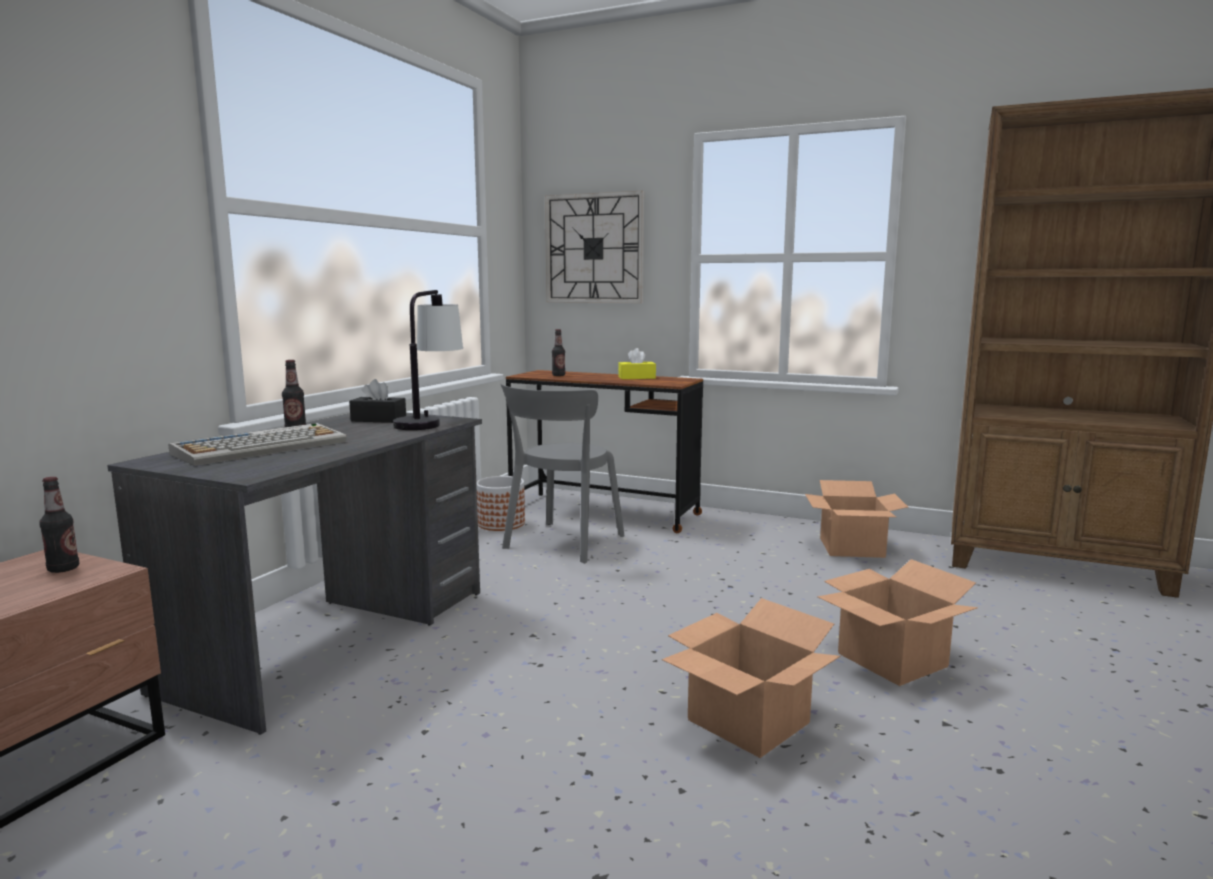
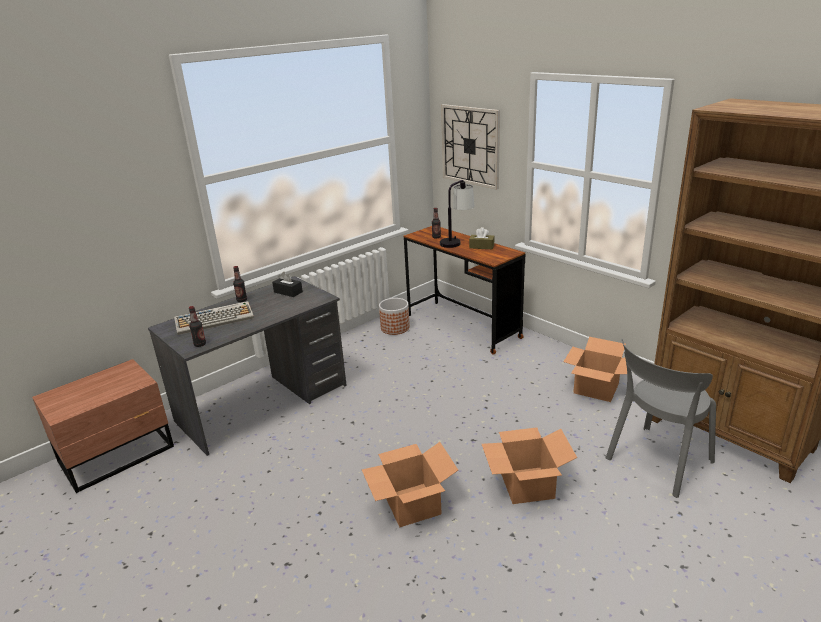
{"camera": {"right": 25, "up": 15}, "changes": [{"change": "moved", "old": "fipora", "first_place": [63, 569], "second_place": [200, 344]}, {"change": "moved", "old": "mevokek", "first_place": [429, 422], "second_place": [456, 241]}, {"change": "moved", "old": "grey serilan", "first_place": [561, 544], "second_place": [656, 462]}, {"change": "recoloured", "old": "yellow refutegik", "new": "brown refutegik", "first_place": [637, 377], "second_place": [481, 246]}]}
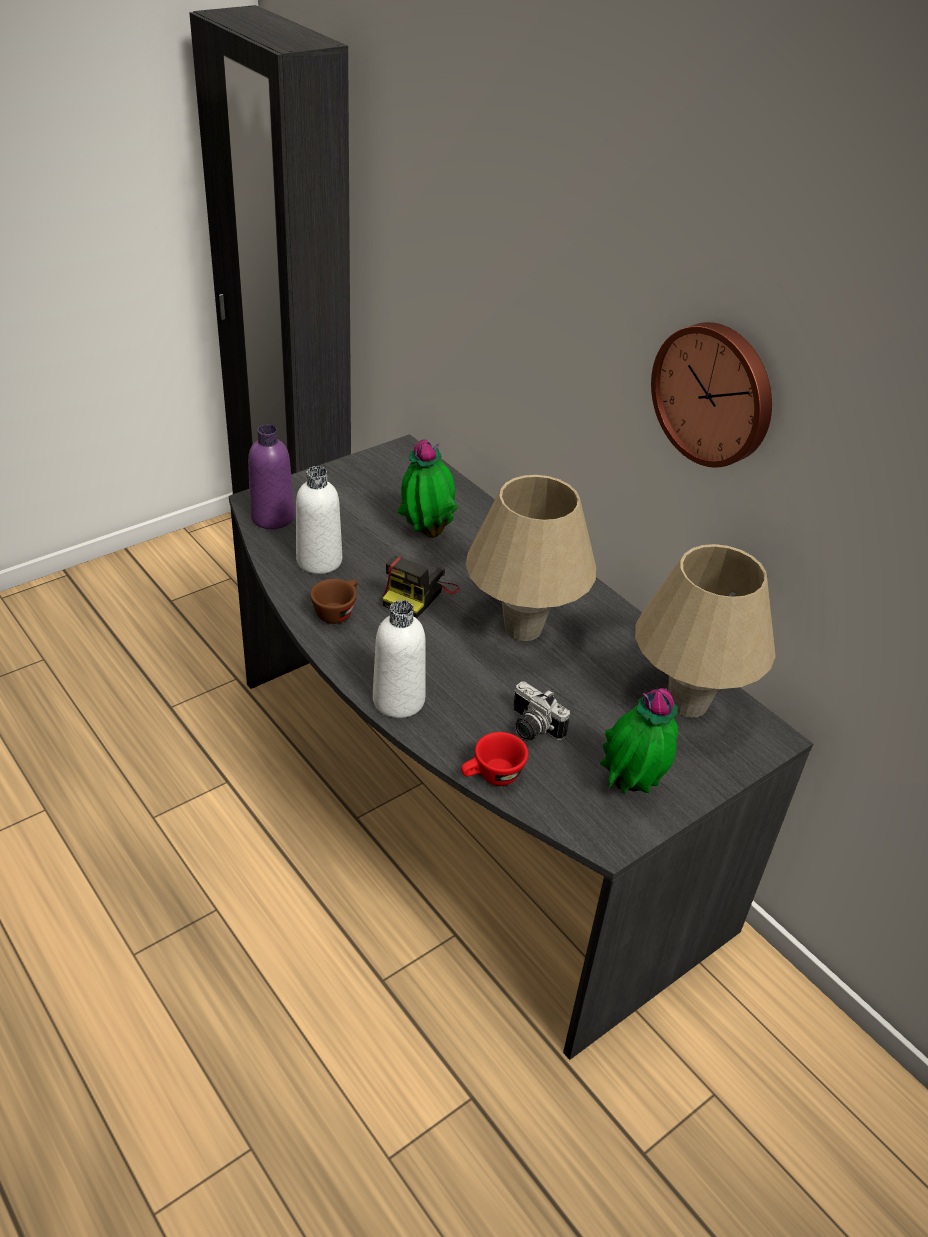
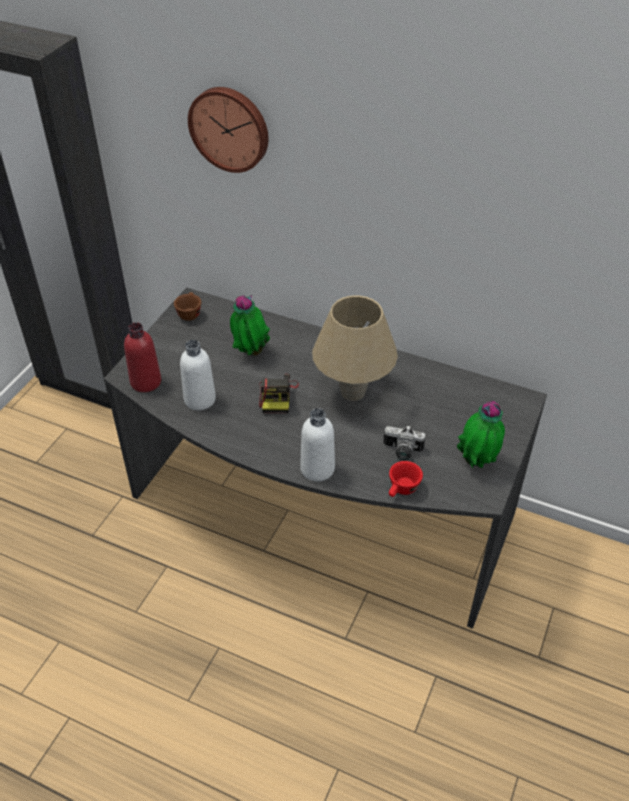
{"camera": {"right": -25, "up": 5}, "changes": [{"change": "removed", "old": "beige mevokek", "first_place": [688, 703]}, {"change": "moved", "old": "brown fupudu", "first_place": [337, 611], "second_place": [189, 313]}, {"change": "moved", "old": "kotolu", "first_place": [715, 393], "second_place": [230, 128]}, {"change": "recoloured", "old": "purple fipora", "new": "red fipora", "first_place": [272, 517], "second_place": [146, 382]}]}
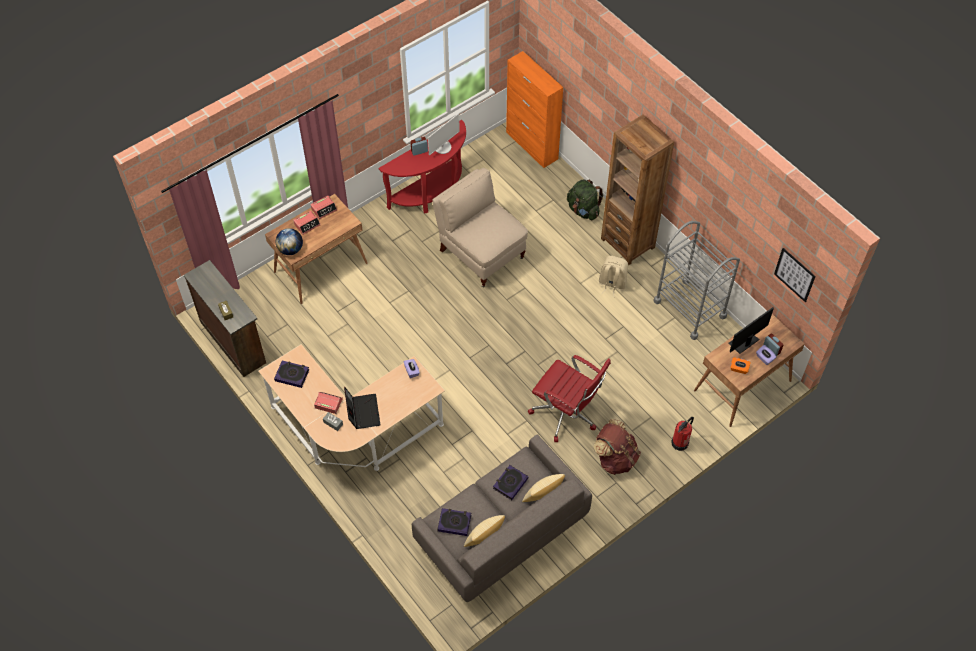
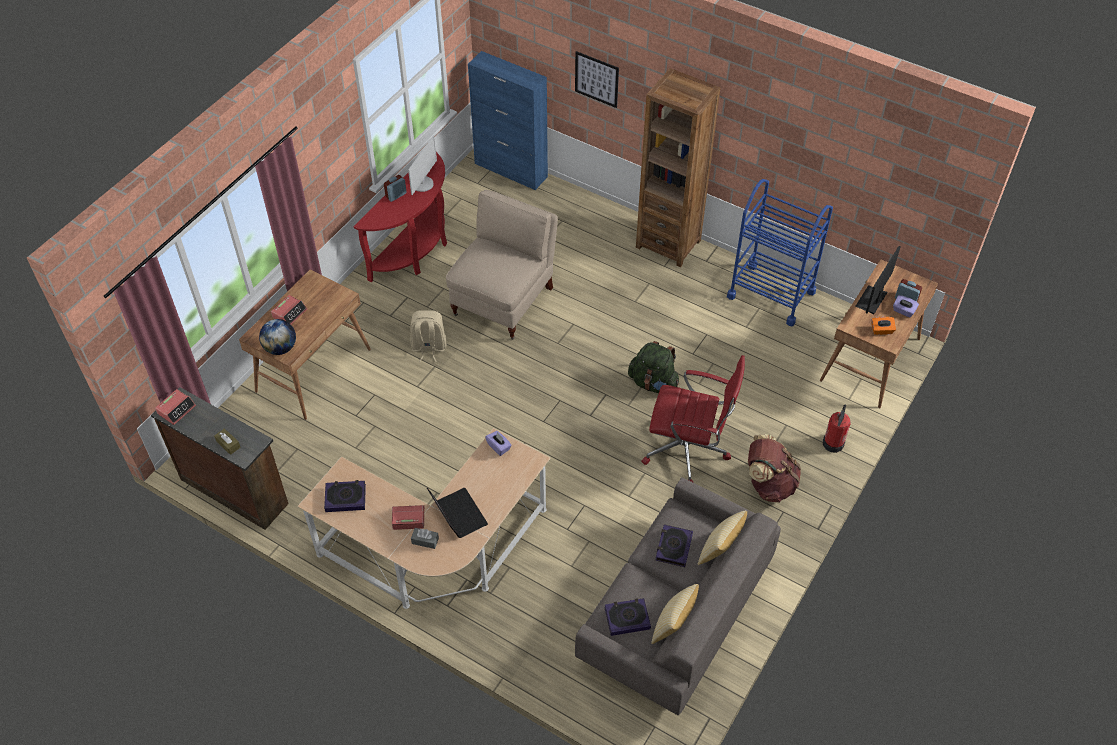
{"camera": {"right": -20, "up": -5}, "changes": [{"change": "moved", "old": "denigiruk", "first_place": [324, 209], "second_place": [176, 409]}, {"change": "moved", "old": "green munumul", "first_place": [583, 210], "second_place": [653, 383]}, {"change": "moved", "old": "beige munumul", "first_place": [611, 284], "second_place": [428, 347]}, {"change": "moved", "old": "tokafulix", "first_place": [794, 274], "second_place": [596, 79]}, {"change": "recoloured", "old": "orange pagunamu", "new": "blue pagunamu", "first_place": [532, 146], "second_place": [511, 170]}, {"change": "recoloured", "old": "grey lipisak", "new": "blue lipisak", "first_place": [689, 308], "second_place": [771, 294]}, {"change": "turned", "old": "beige serilan", "first_place": [481, 253], "second_place": [504, 300], "degrees": 90}]}
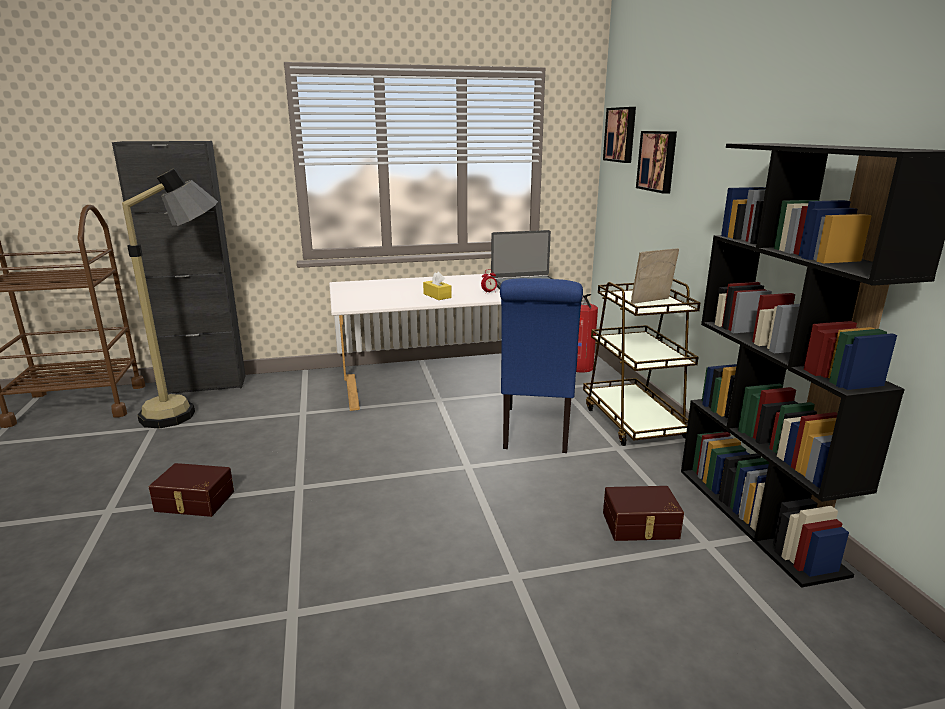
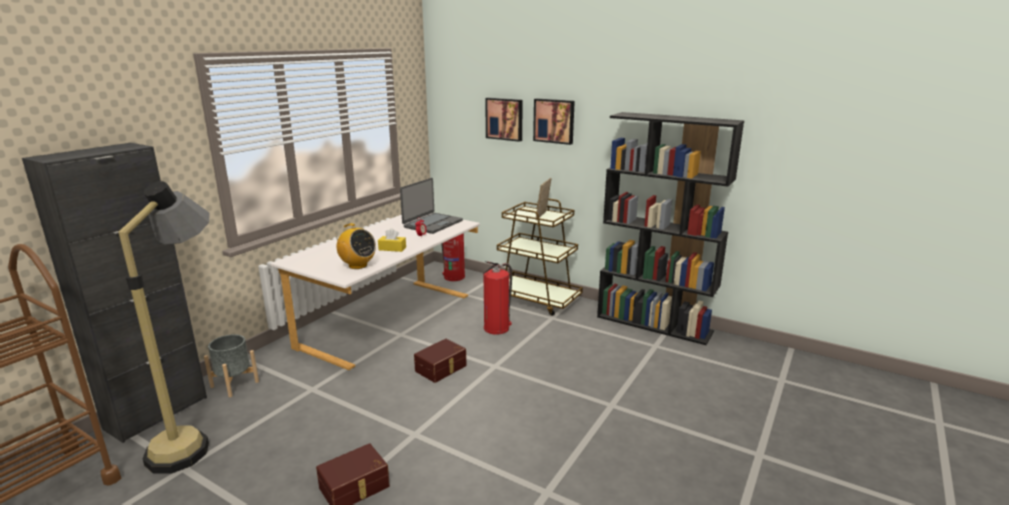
{"camera": {"right": -45, "up": 0}, "changes": [{"change": "added", "new": "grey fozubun", "second_place": [235, 384]}, {"change": "added", "new": "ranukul", "second_place": [357, 265]}, {"change": "moved", "old": "tokafulix", "first_place": [621, 134], "second_place": [554, 121]}, {"change": "moved", "old": "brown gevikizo", "first_place": [641, 526], "second_place": [441, 368]}, {"change": "replaced", "old": "blue serilan", "new": "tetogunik", "first_place": [536, 432], "second_place": [497, 328]}]}
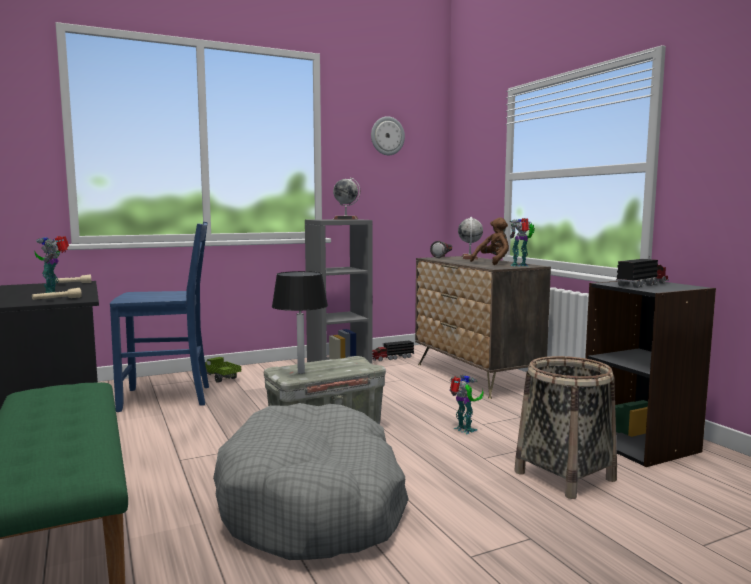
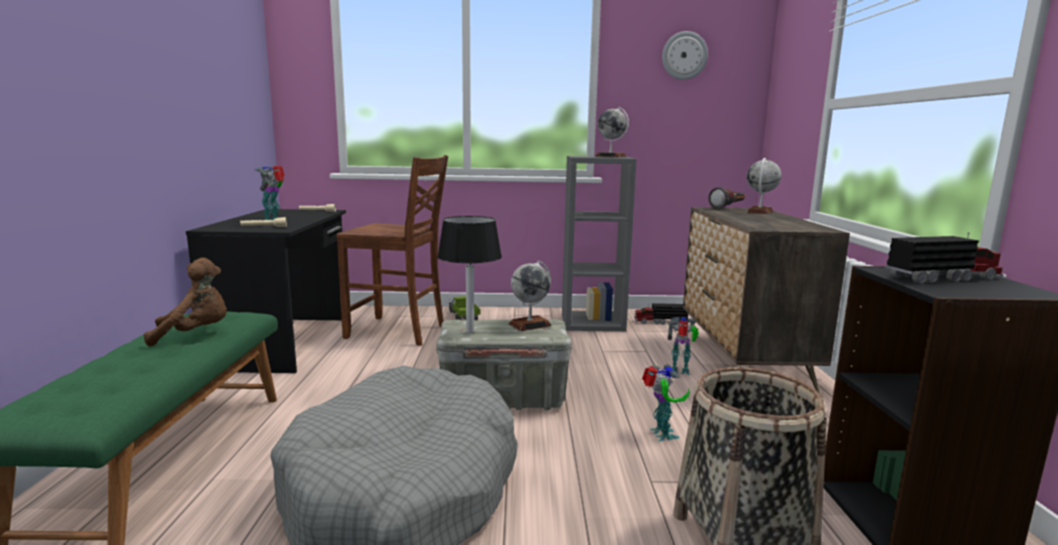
{"camera": {"right": 25, "up": 5}, "changes": [{"change": "added", "new": "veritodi", "second_place": [530, 325]}, {"change": "moved", "old": "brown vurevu", "first_place": [493, 262], "second_place": [195, 334]}, {"change": "moved", "old": "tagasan", "first_place": [520, 265], "second_place": [680, 371]}, {"change": "recoloured", "old": "blue serilan", "new": "brown serilan", "first_place": [168, 398], "second_place": [398, 332]}]}
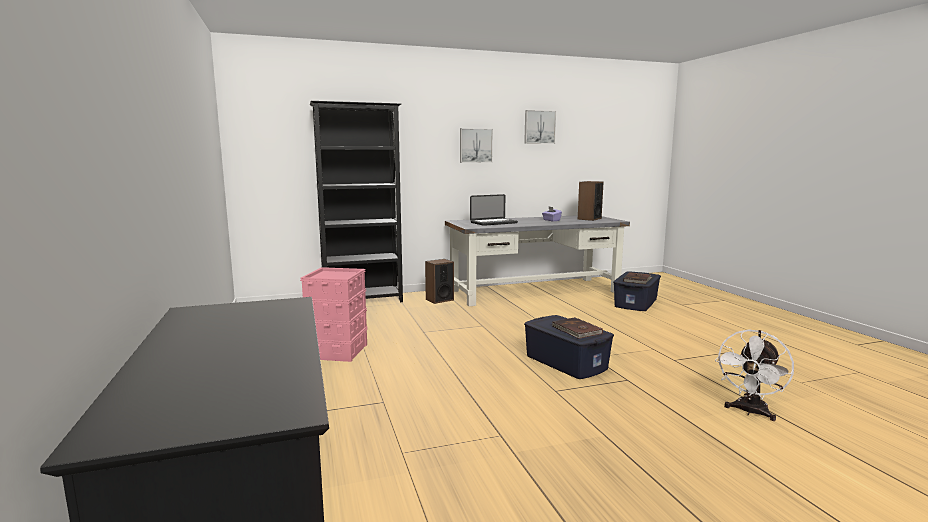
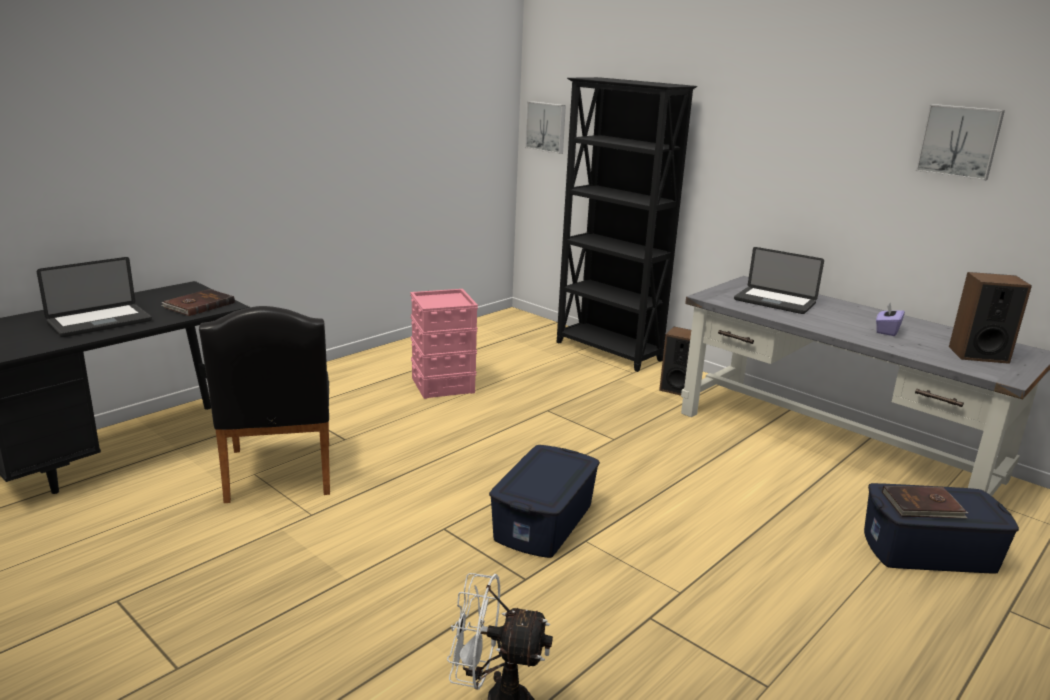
{"camera": {"right": 60, "up": 10}, "changes": [{"change": "added", "new": "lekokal", "second_place": [100, 322]}, {"change": "added", "new": "black serilan", "second_place": [279, 476]}, {"change": "moved", "old": "tokafulix", "first_place": [475, 145], "second_place": [546, 127]}, {"change": "moved", "old": "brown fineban", "first_place": [576, 330], "second_place": [198, 305]}]}
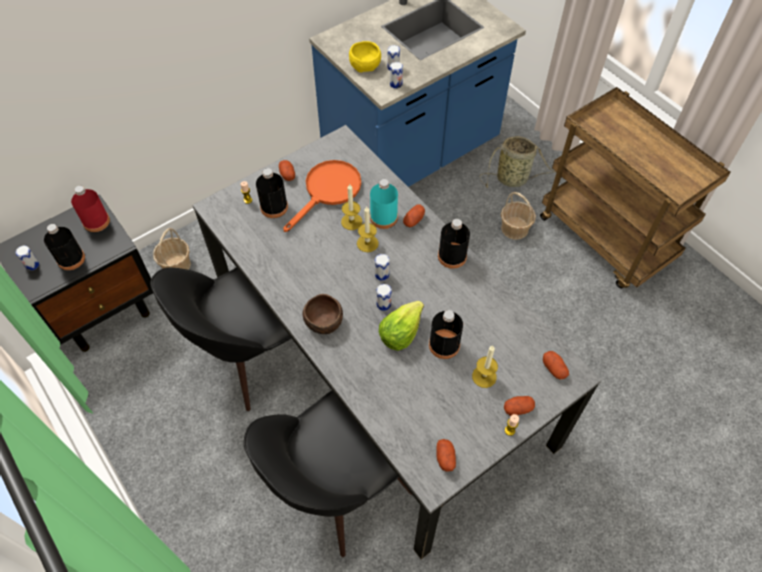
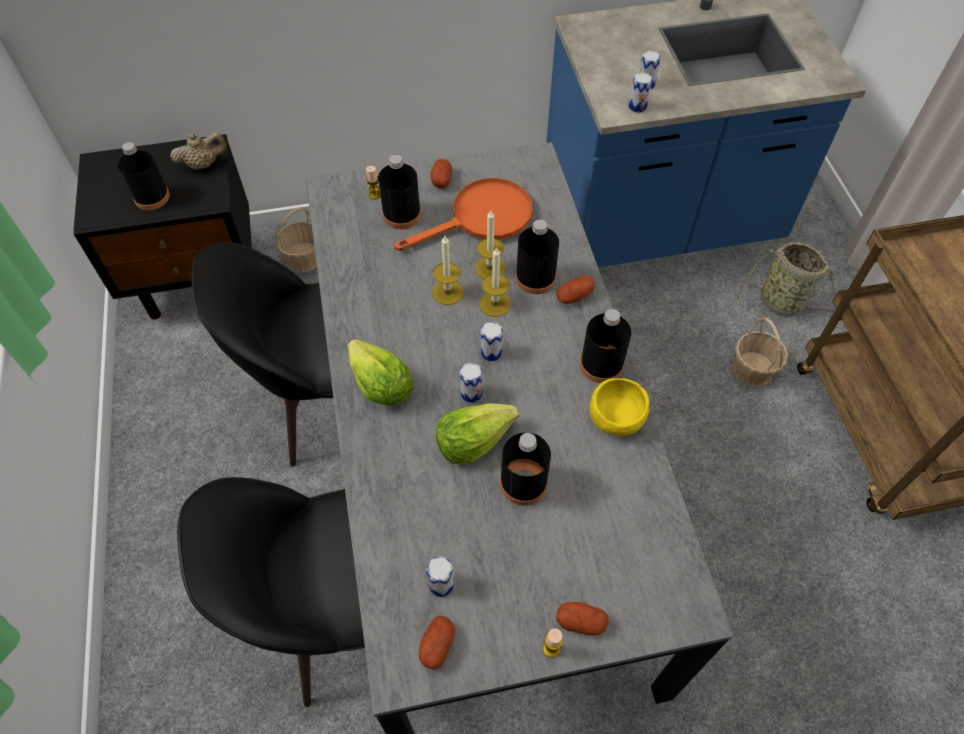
{"camera": {"right": 25, "up": 0}, "changes": [{"change": "removed", "old": "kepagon", "first_place": [554, 368]}, {"change": "moved", "old": "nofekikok", "first_place": [32, 265], "second_place": [441, 584]}, {"change": "moved", "old": "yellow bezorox", "first_place": [365, 64], "second_place": [618, 416]}, {"change": "moved", "old": "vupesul", "first_place": [484, 376], "second_place": [448, 292]}, {"change": "replaced", "old": "red fipora", "new": "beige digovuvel", "first_place": [96, 221], "second_place": [204, 164]}, {"change": "replaced", "old": "brown bezorox", "new": "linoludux", "first_place": [324, 322], "second_place": [380, 385]}, {"change": "recoloured", "old": "turquoise fipora", "new": "black fipora", "first_place": [383, 217], "second_place": [535, 278]}]}
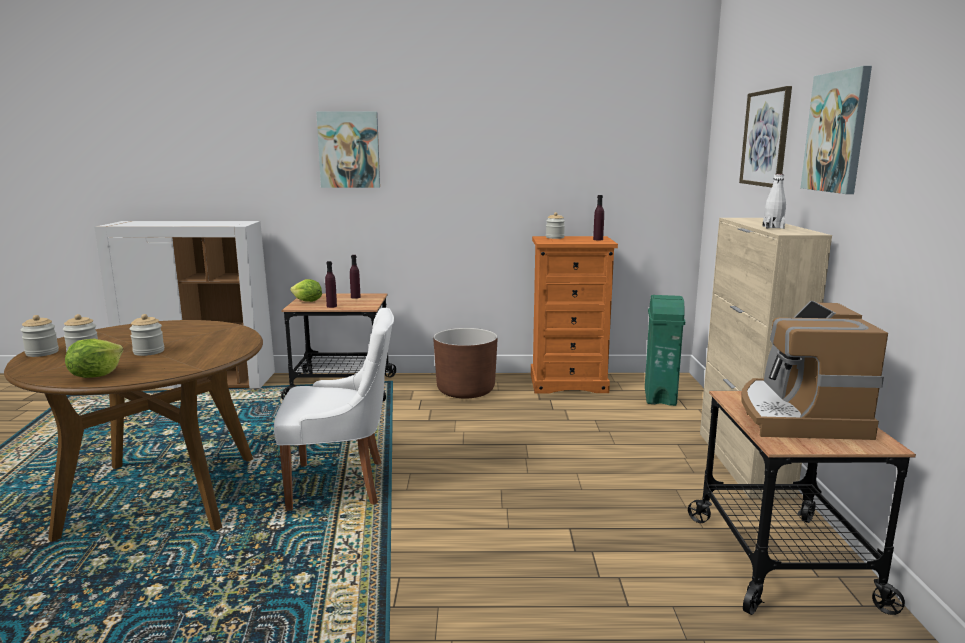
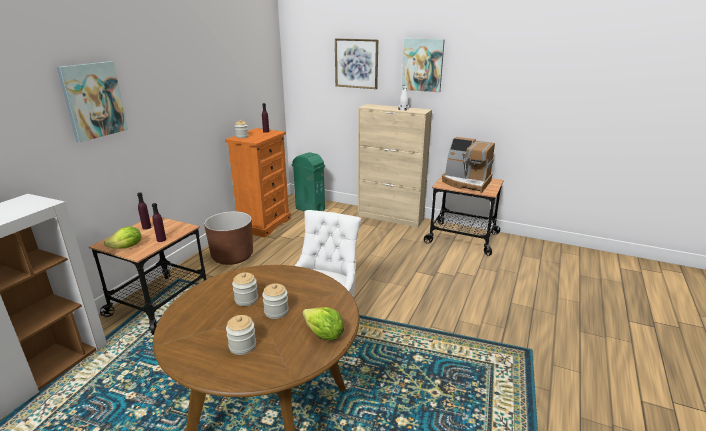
{"camera": {"right": -65, "up": 10}, "changes": [{"change": "moved", "old": "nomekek", "first_place": [42, 353], "second_place": [246, 299]}]}
